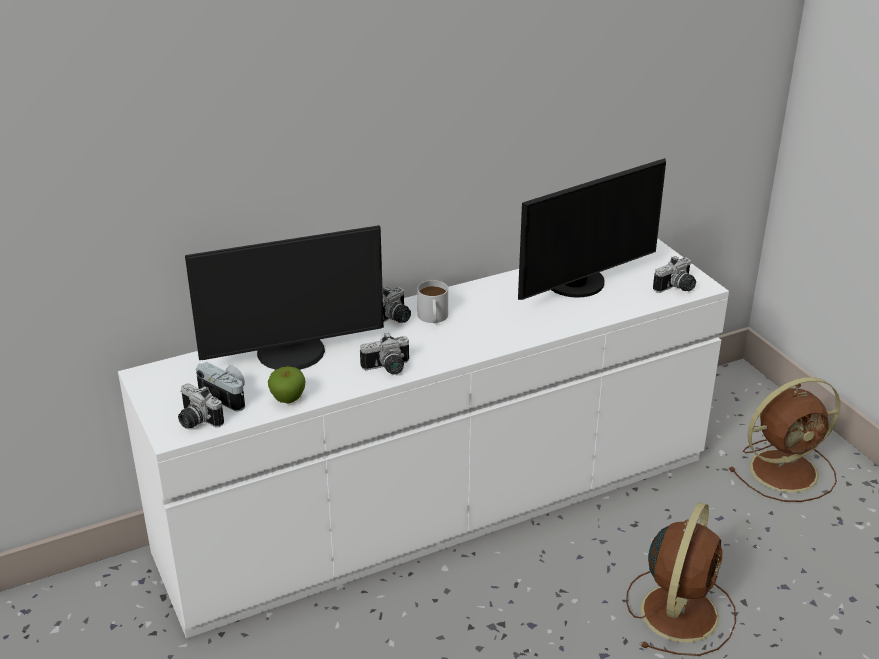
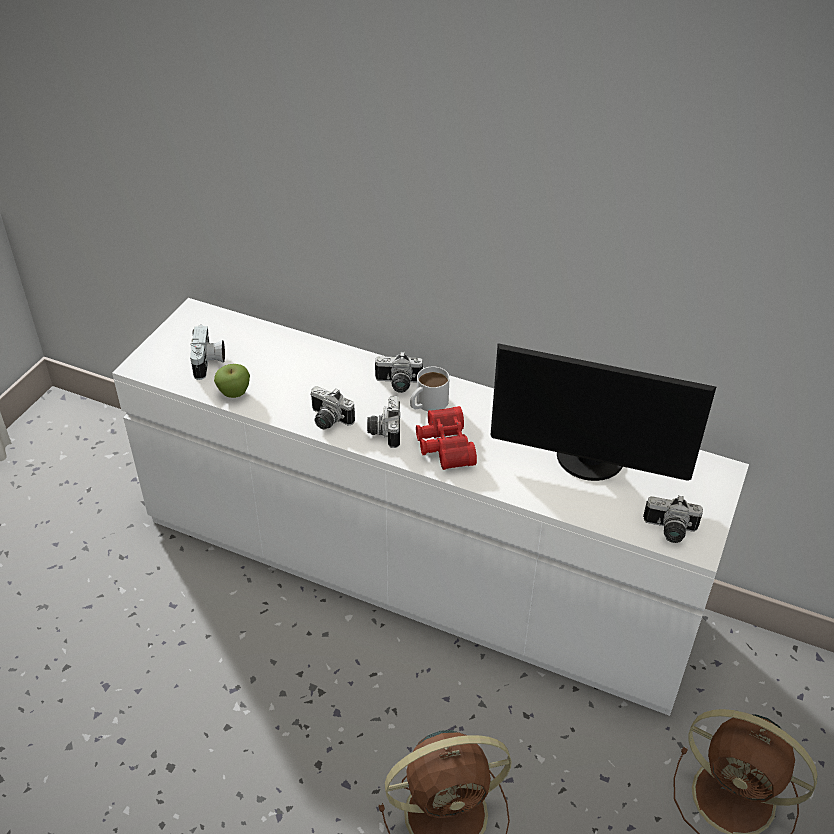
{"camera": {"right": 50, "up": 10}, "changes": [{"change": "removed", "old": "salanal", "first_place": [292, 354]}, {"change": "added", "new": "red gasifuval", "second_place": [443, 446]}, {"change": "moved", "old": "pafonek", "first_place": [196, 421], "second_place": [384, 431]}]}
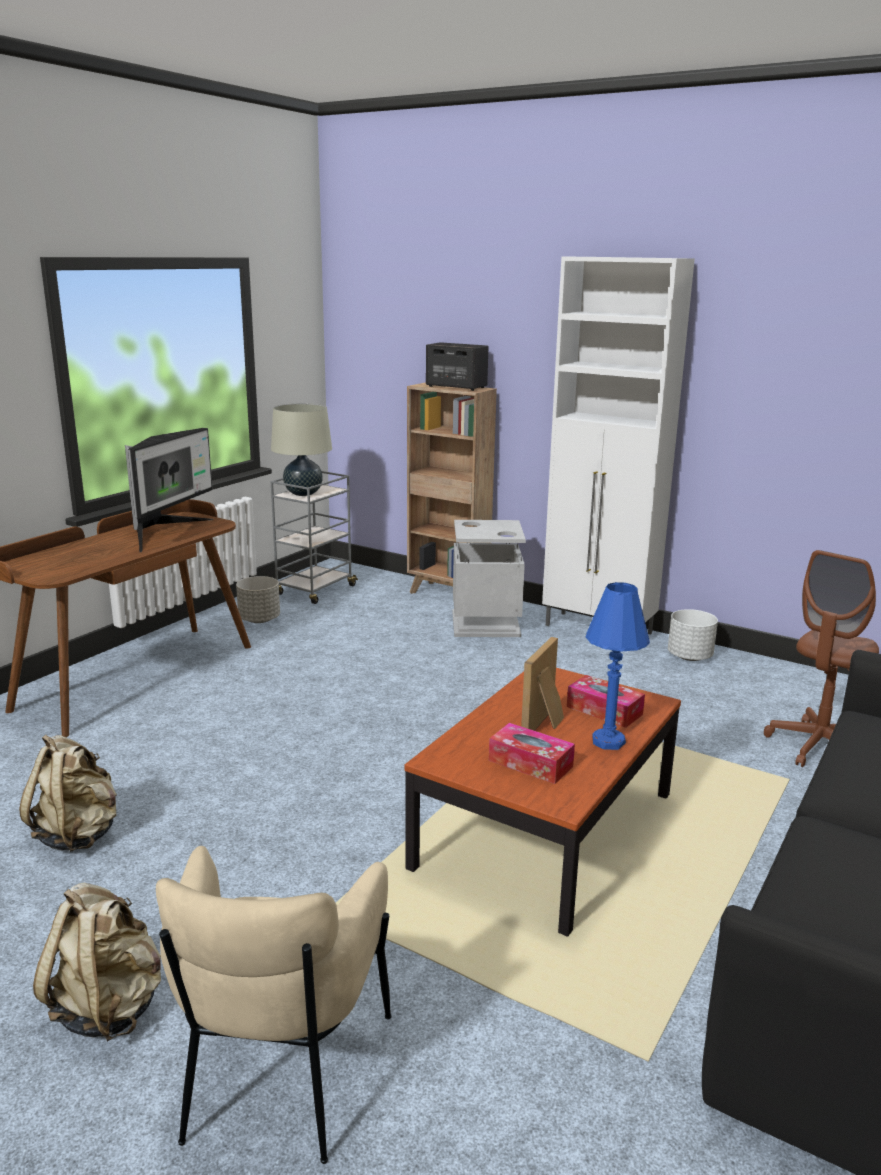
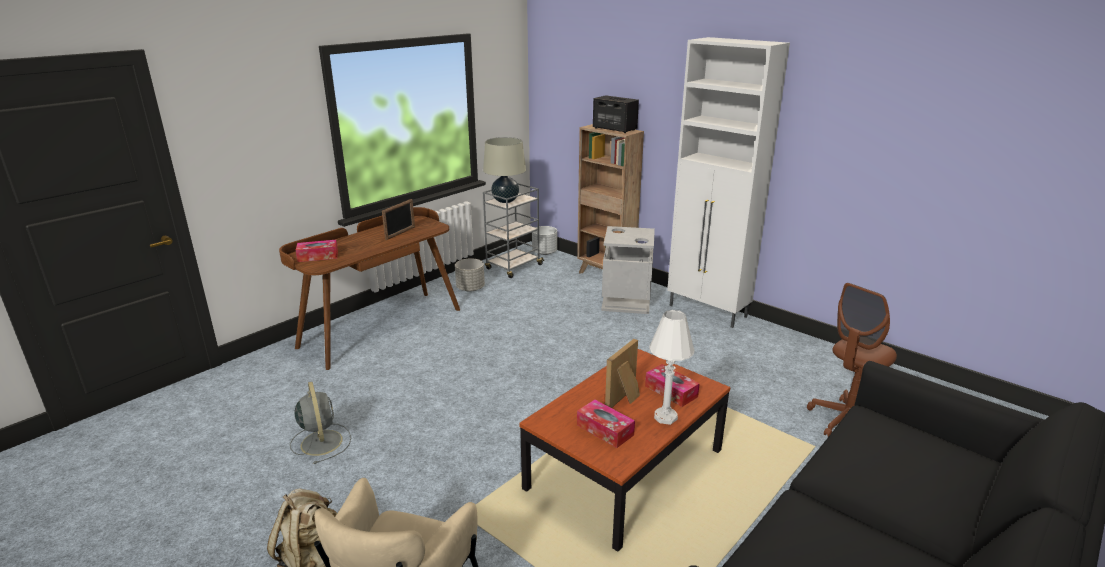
{"camera": {"right": 10, "up": 5}, "changes": [{"change": "added", "new": "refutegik", "second_place": [318, 256]}, {"change": "moved", "old": "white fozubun", "first_place": [689, 656], "second_place": [544, 252]}, {"change": "replaced", "old": "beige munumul", "new": "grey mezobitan", "first_place": [78, 834], "second_place": [321, 441]}, {"change": "replaced", "old": "salanal", "new": "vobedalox", "first_place": [165, 533], "second_place": [400, 233]}, {"change": "recoloured", "old": "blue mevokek", "new": "white mevokek", "first_place": [608, 741], "second_place": [665, 417]}]}
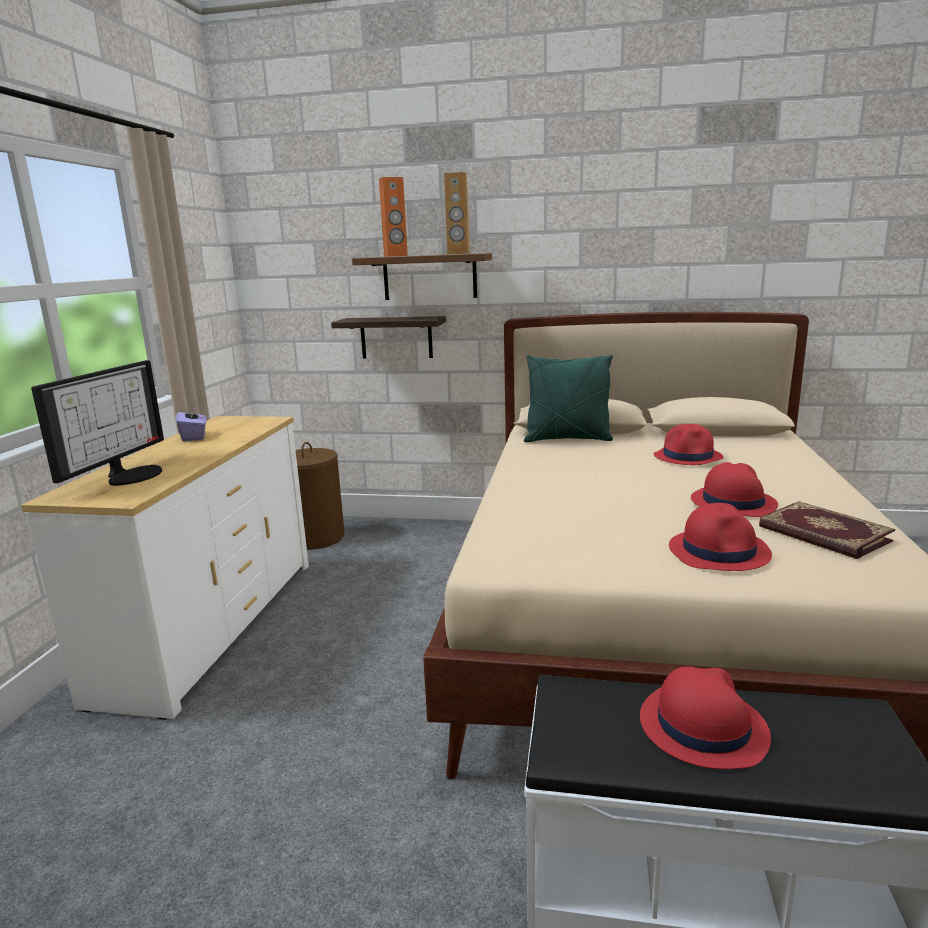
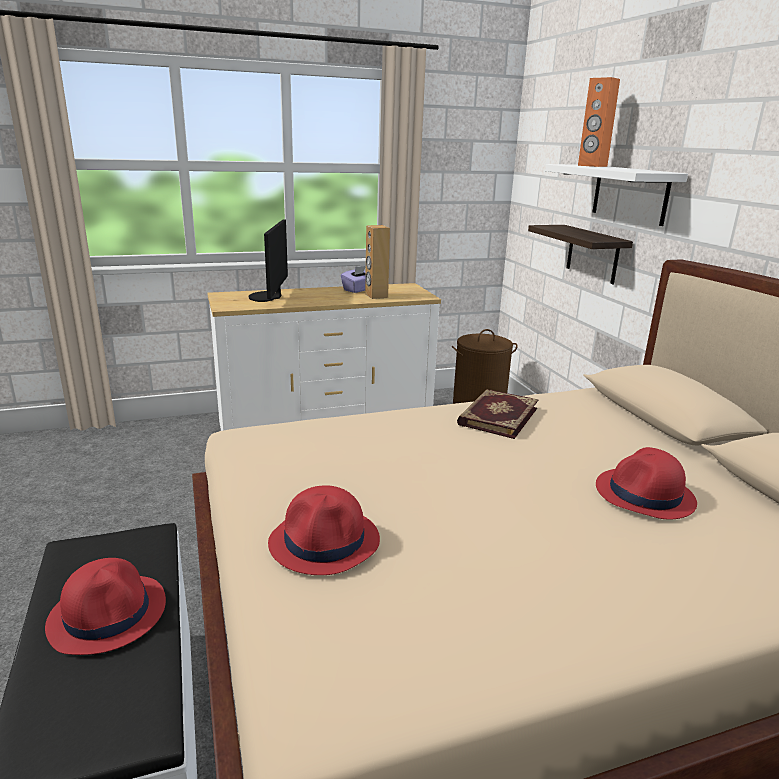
{"camera": {"right": 60, "up": 5}, "changes": [{"change": "removed", "old": "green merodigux", "first_place": [567, 439]}, {"change": "removed", "old": "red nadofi", "first_place": [732, 502]}, {"change": "moved", "old": "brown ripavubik", "first_place": [458, 254], "second_place": [376, 296]}, {"change": "moved", "old": "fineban", "first_place": [823, 534], "second_place": [497, 416]}, {"change": "recoloured", "old": "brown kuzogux", "new": "white kuzogux", "first_place": [429, 277], "second_place": [630, 194]}, {"change": "turned", "old": "salanal", "first_place": [131, 475], "second_place": [268, 297], "degrees": 105}]}
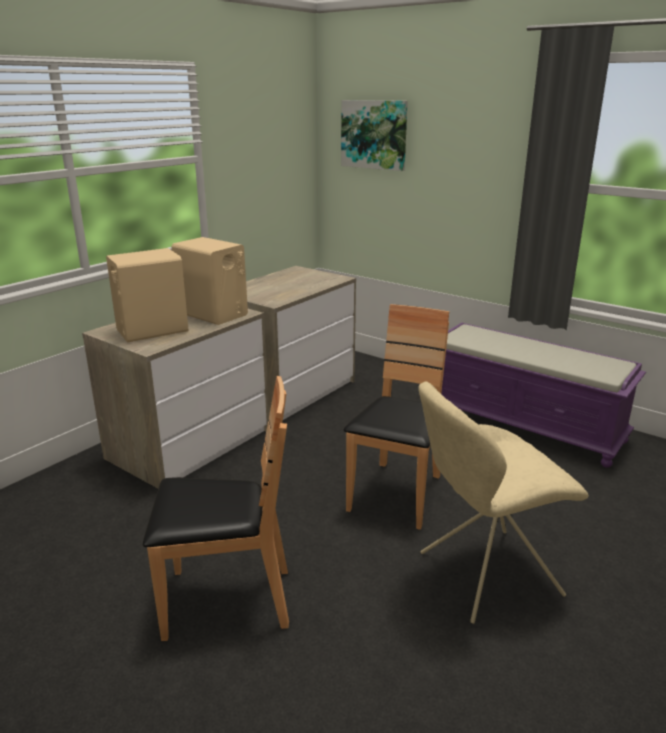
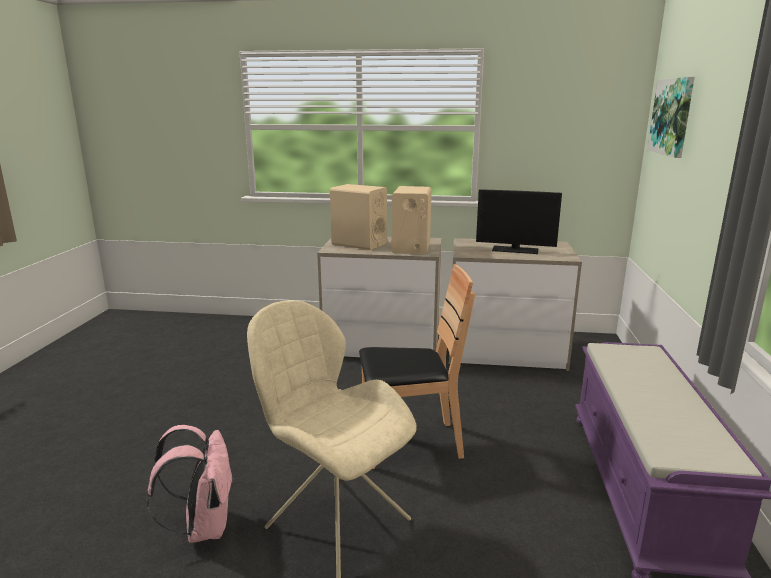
{"camera": {"right": 60, "up": -5}, "changes": [{"change": "removed", "old": "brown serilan", "first_place": [226, 601]}, {"change": "added", "new": "pink munumul", "second_place": [204, 526]}, {"change": "added", "new": "salanal", "second_place": [515, 250]}]}
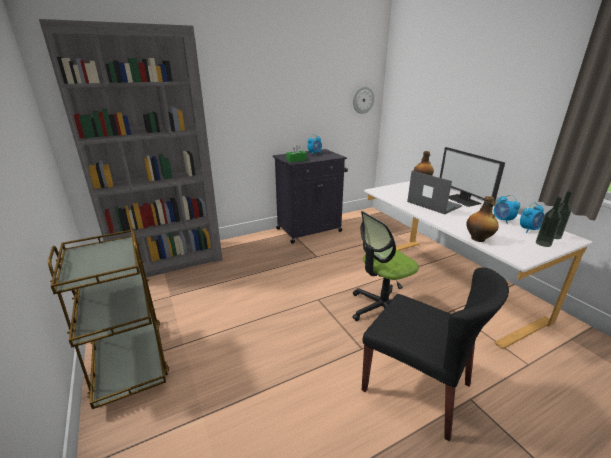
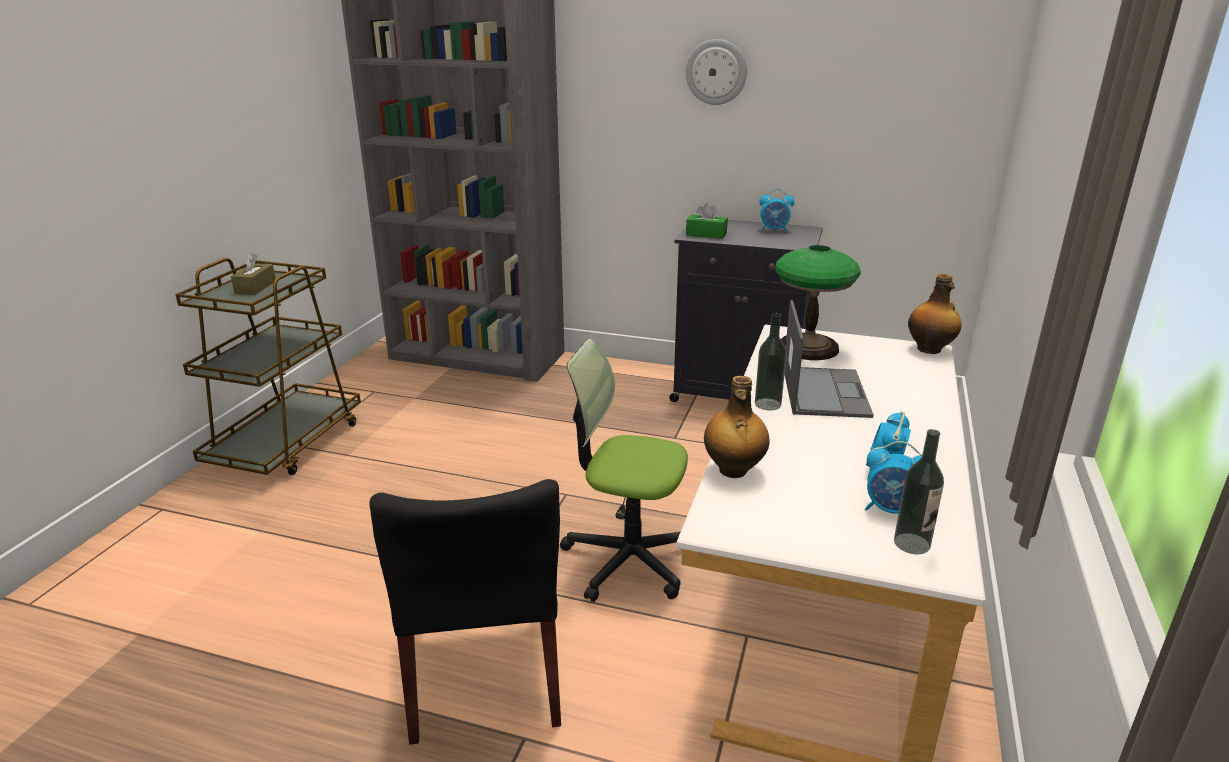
{"camera": {"right": 45, "up": 0}, "changes": [{"change": "removed", "old": "salanal", "first_place": [463, 200]}, {"change": "added", "new": "brown refutegik", "second_place": [255, 287]}, {"change": "added", "new": "mevokek", "second_place": [809, 348]}, {"change": "moved", "old": "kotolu", "first_place": [363, 100], "second_place": [716, 72]}, {"change": "moved", "old": "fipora", "first_place": [543, 243], "second_place": [767, 404]}]}
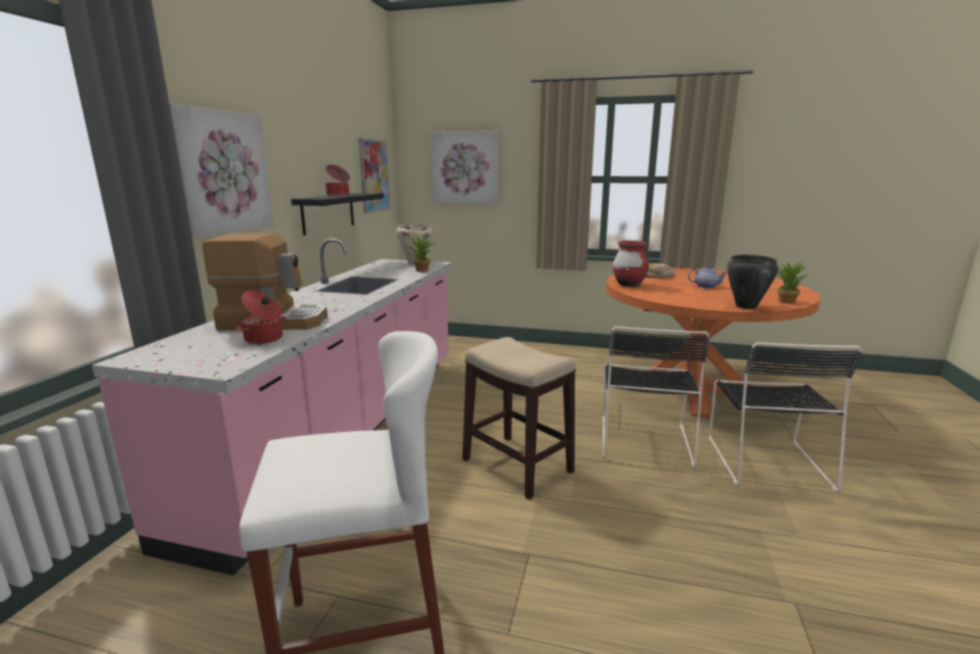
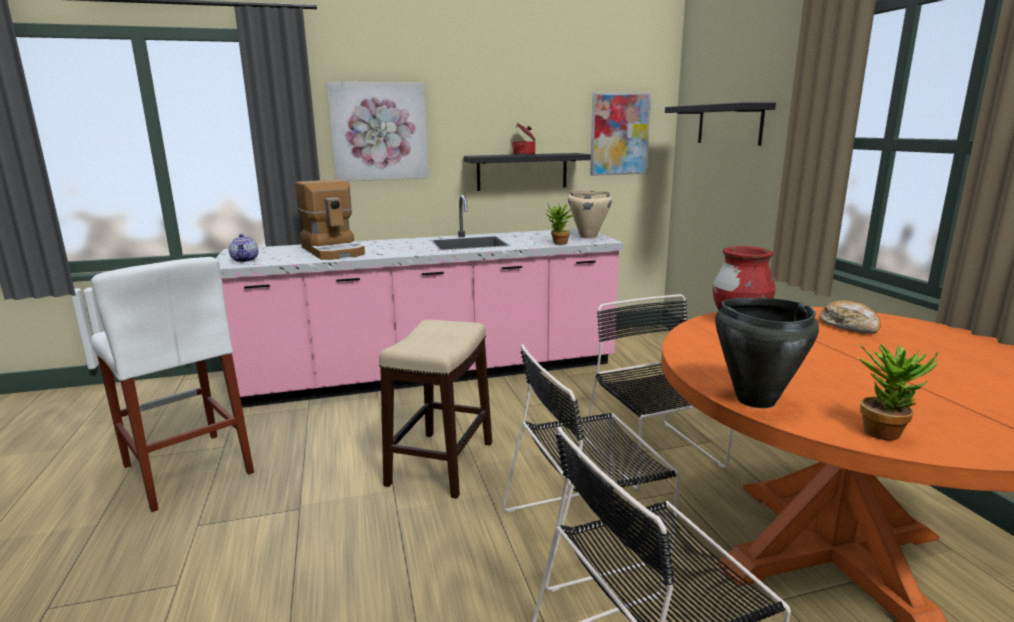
{"camera": {"right": 60, "up": 0}, "changes": [{"change": "removed", "old": "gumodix", "first_place": [264, 339]}, {"change": "added", "new": "black serilan", "second_place": [655, 456]}, {"change": "moved", "old": "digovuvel", "first_place": [706, 286], "second_place": [245, 260]}, {"change": "replaced", "old": "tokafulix", "new": "black kuzogux", "first_place": [465, 168], "second_place": [729, 124]}]}
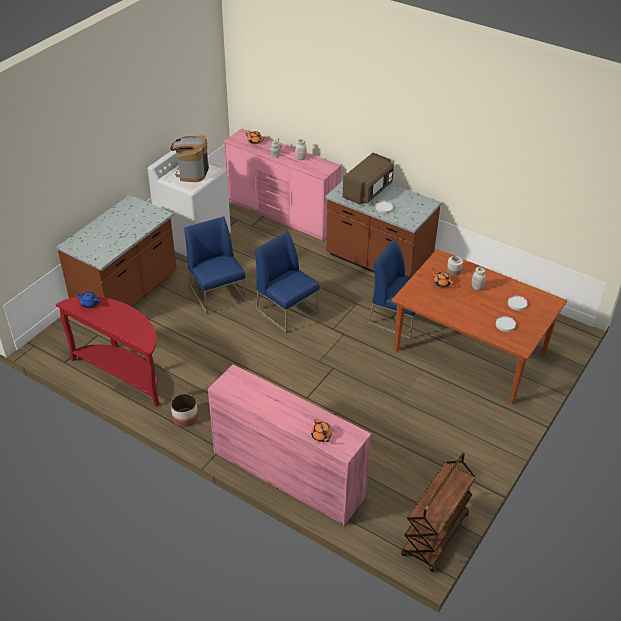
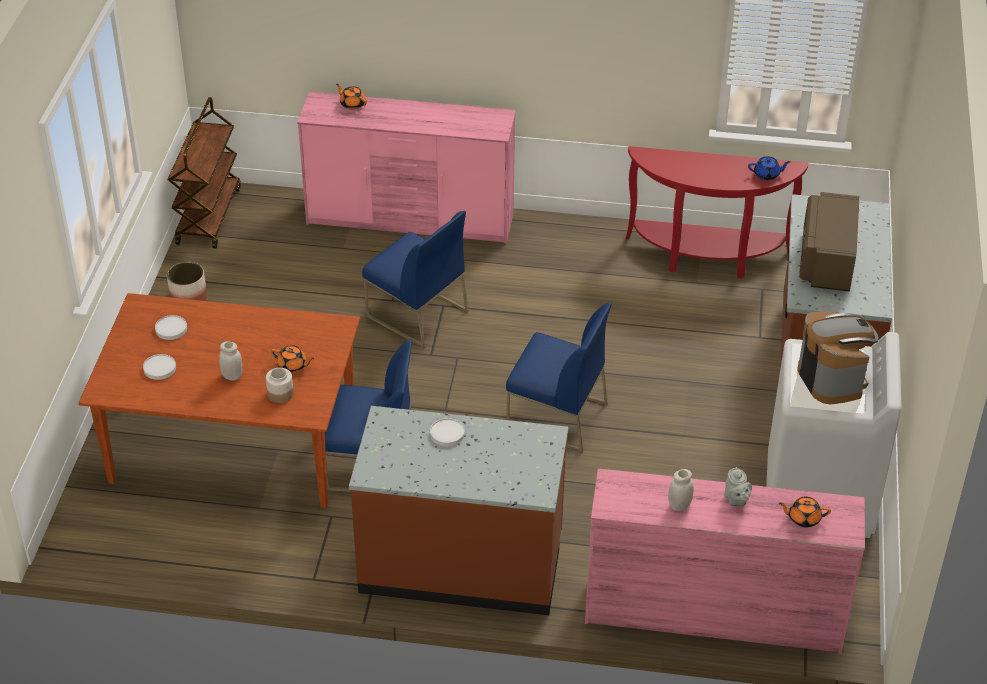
{"camera": {"right": 155, "up": 0}, "changes": [{"change": "moved", "old": "fozubun", "first_place": [185, 418], "second_place": [188, 297]}, {"change": "moved", "old": "blue serilan", "first_place": [218, 294], "second_place": [416, 314]}, {"change": "moved", "old": "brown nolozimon", "first_place": [368, 191], "second_place": [826, 260]}]}
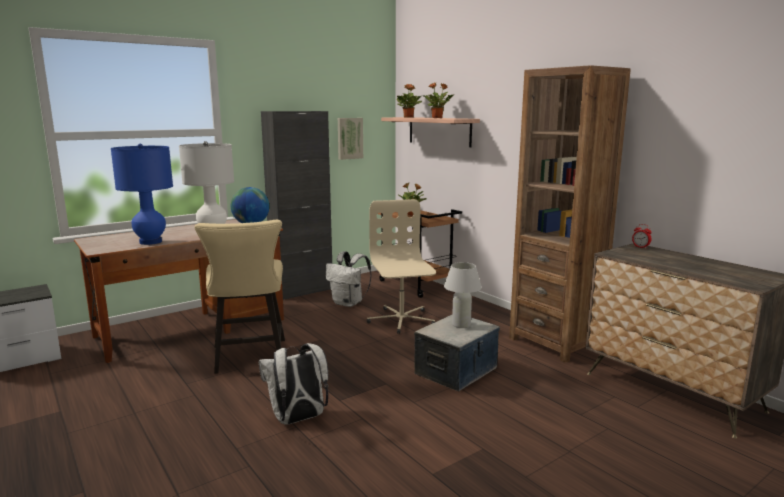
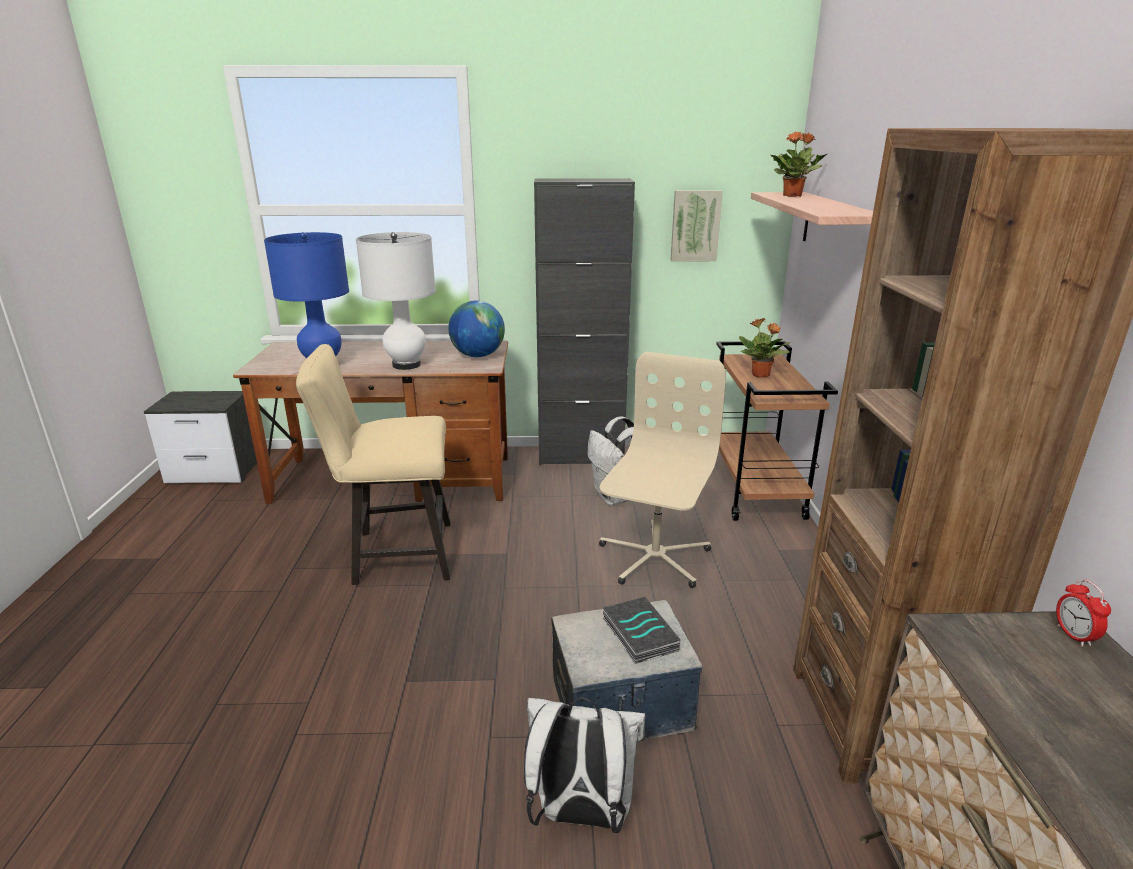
{"camera": {"right": 35, "up": 10}, "changes": [{"change": "removed", "old": "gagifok", "first_place": [437, 118]}, {"change": "moved", "old": "white munumul", "first_place": [298, 419], "second_place": [580, 814]}, {"change": "replaced", "old": "white mevokek", "new": "fineban", "first_place": [461, 325], "second_place": [638, 634]}, {"change": "turned", "old": "beige serilan", "first_place": [250, 358], "second_place": [394, 554], "degrees": 60}]}
